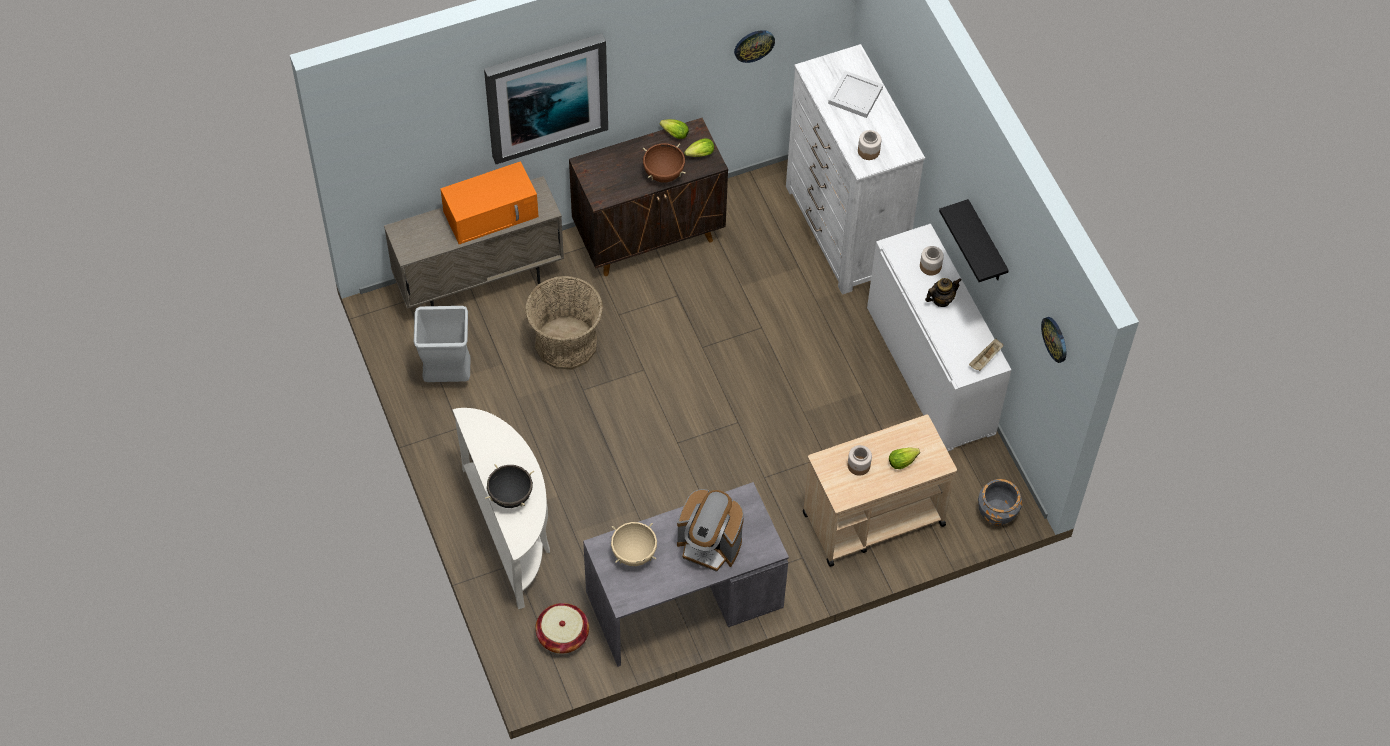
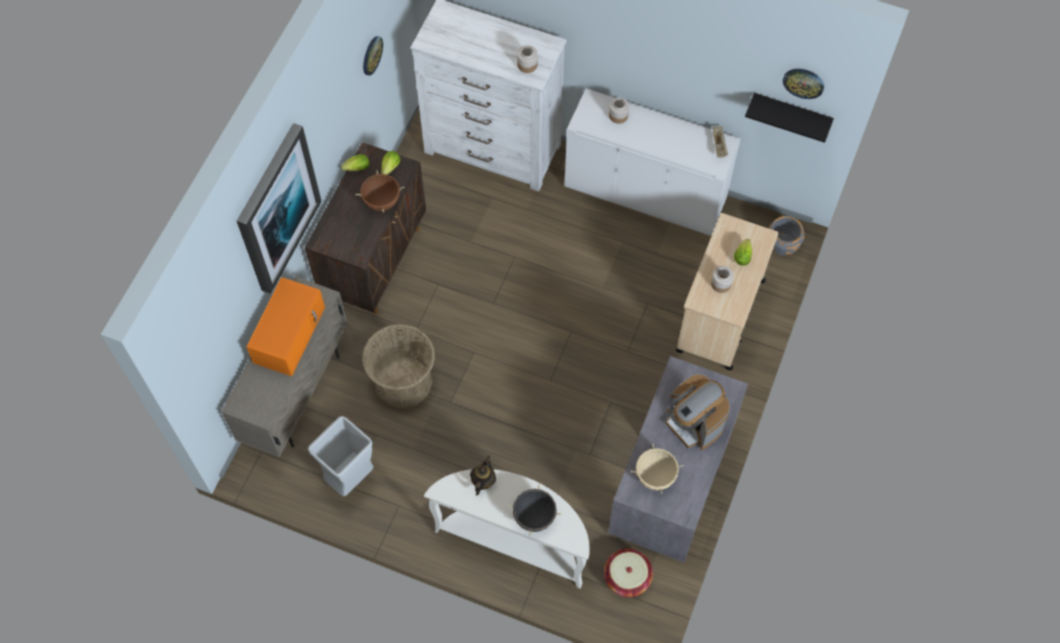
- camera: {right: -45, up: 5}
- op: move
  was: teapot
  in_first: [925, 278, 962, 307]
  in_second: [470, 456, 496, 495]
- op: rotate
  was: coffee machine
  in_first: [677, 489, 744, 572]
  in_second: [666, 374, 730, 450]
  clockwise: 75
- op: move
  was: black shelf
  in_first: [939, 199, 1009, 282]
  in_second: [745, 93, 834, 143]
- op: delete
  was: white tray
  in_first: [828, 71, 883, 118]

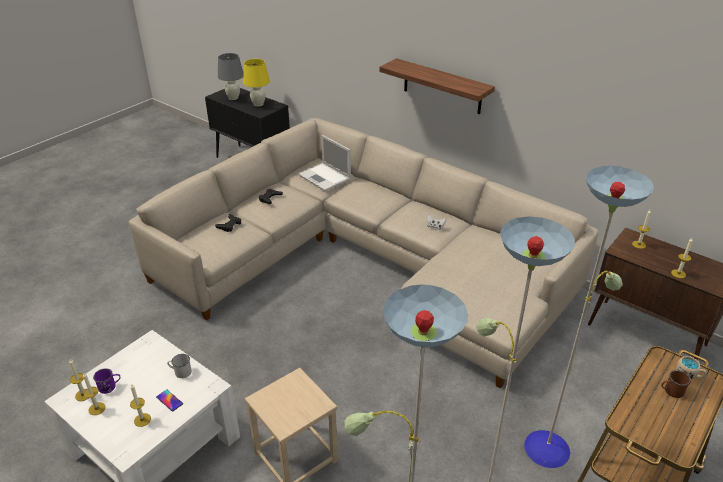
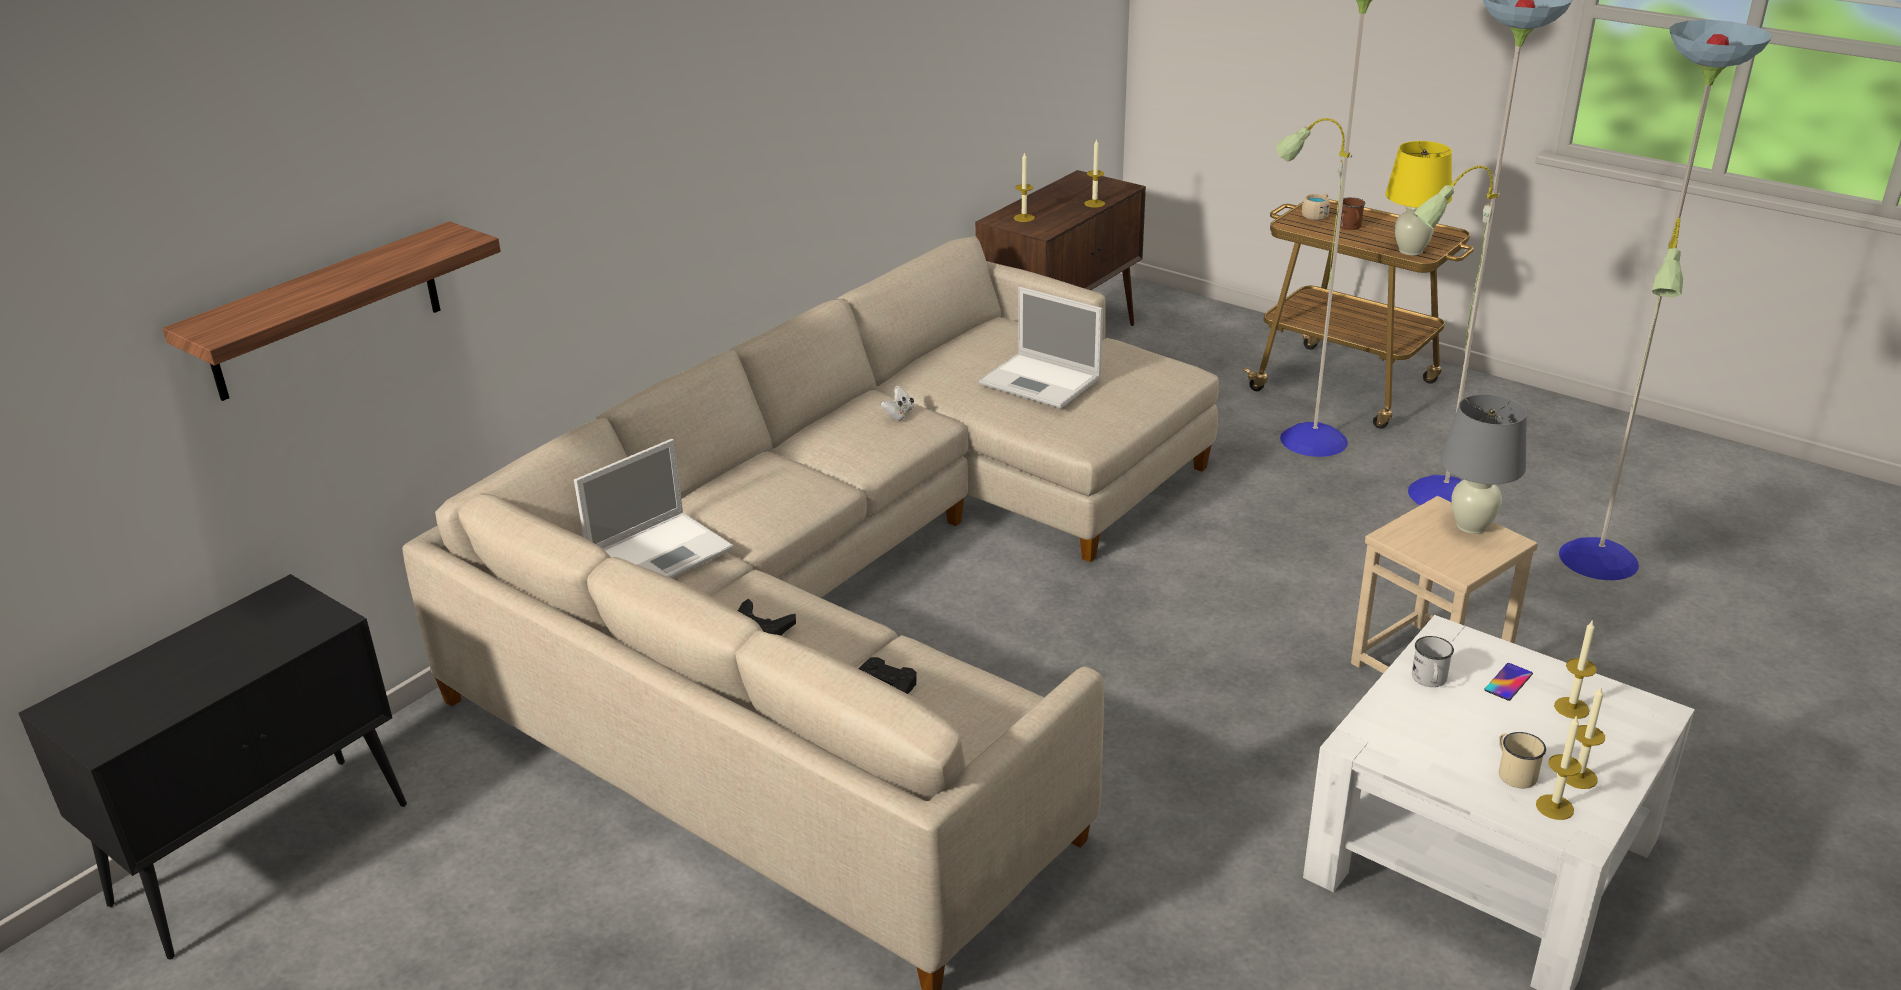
- camera: {right: -90, up: -5}
- op: move
  was: shelf
  in_first: [379, 58, 495, 114]
  in_second: [162, 221, 501, 401]
- op: insert
  now: laptop
  in_second: [979, 287, 1103, 408]
- op: move
  was: yellow table lamp
  in_first: [243, 59, 270, 107]
  in_second: [1386, 141, 1452, 255]
- op: move
  was: grey table lamp
  in_first: [218, 53, 243, 100]
  in_second: [1441, 394, 1527, 534]
- op: recolor
  was: purple mug
  now: beige mug
  in_first: [93, 368, 120, 394]
  in_second: [1499, 732, 1546, 788]

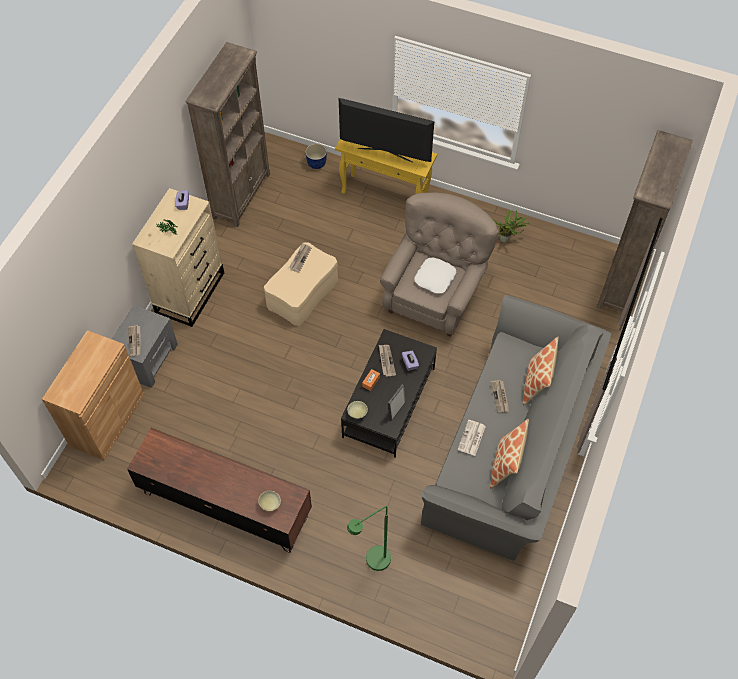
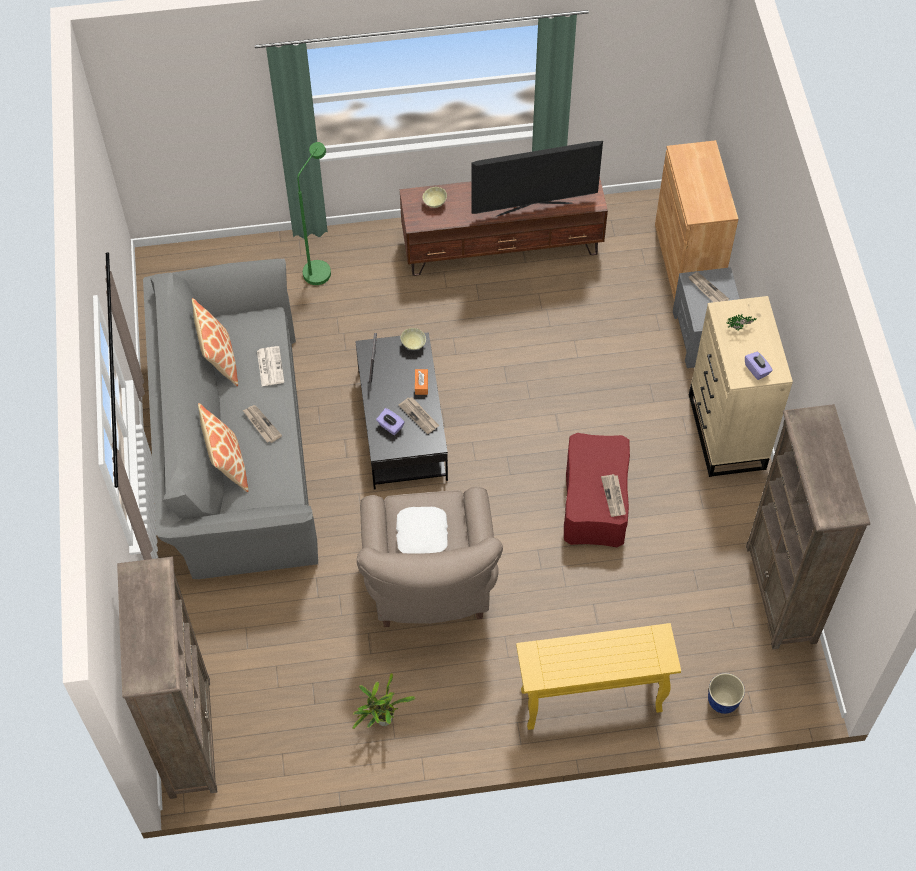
- camera: {right: 150, up: 0}
- op: move
  was: television
  in_first: [339, 98, 434, 163]
  in_second: [471, 141, 603, 216]
- op: recolor
  was: beige ottoman
  now: red ottoman
  in_first: [264, 242, 338, 326]
  in_second: [564, 433, 630, 547]

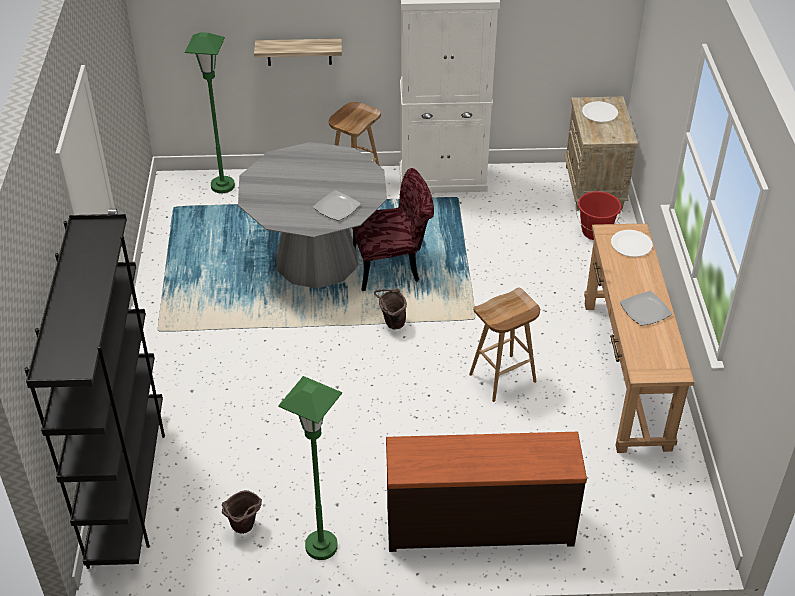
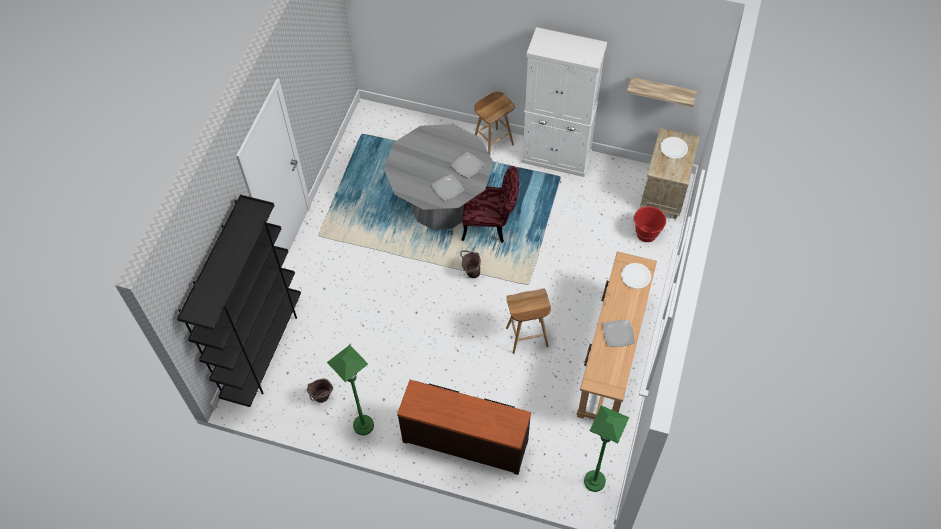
- camera: {right: 20, up: 15}
- op: insert
  now: plate
  in_second: [451, 152, 484, 179]
- op: move
  was: green floor lamp
  in_first: [185, 32, 235, 193]
  in_second: [584, 405, 629, 492]
- op: move
  was: shelf
  in_first: [254, 39, 342, 66]
  in_second: [627, 77, 697, 107]

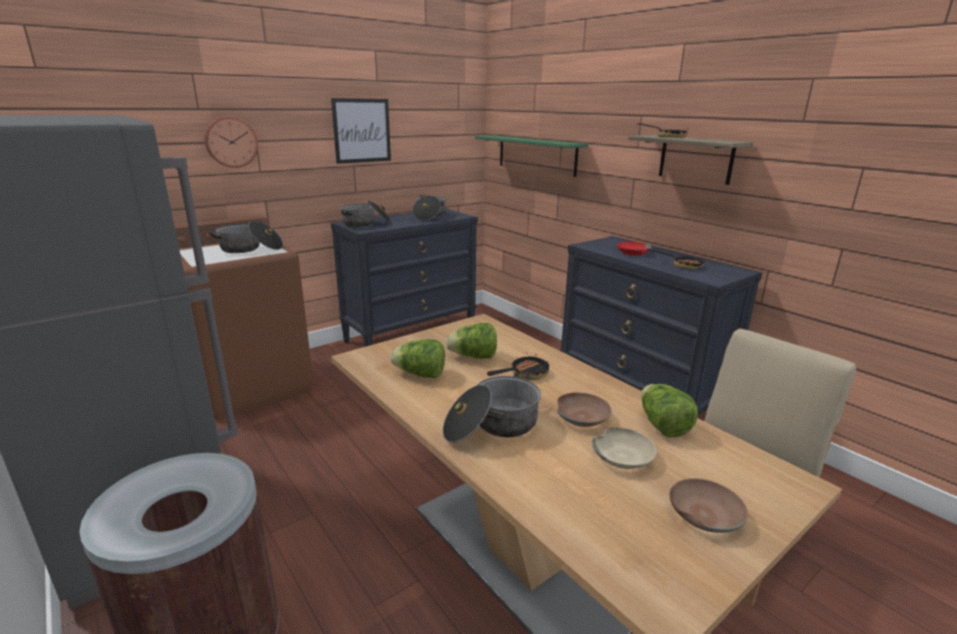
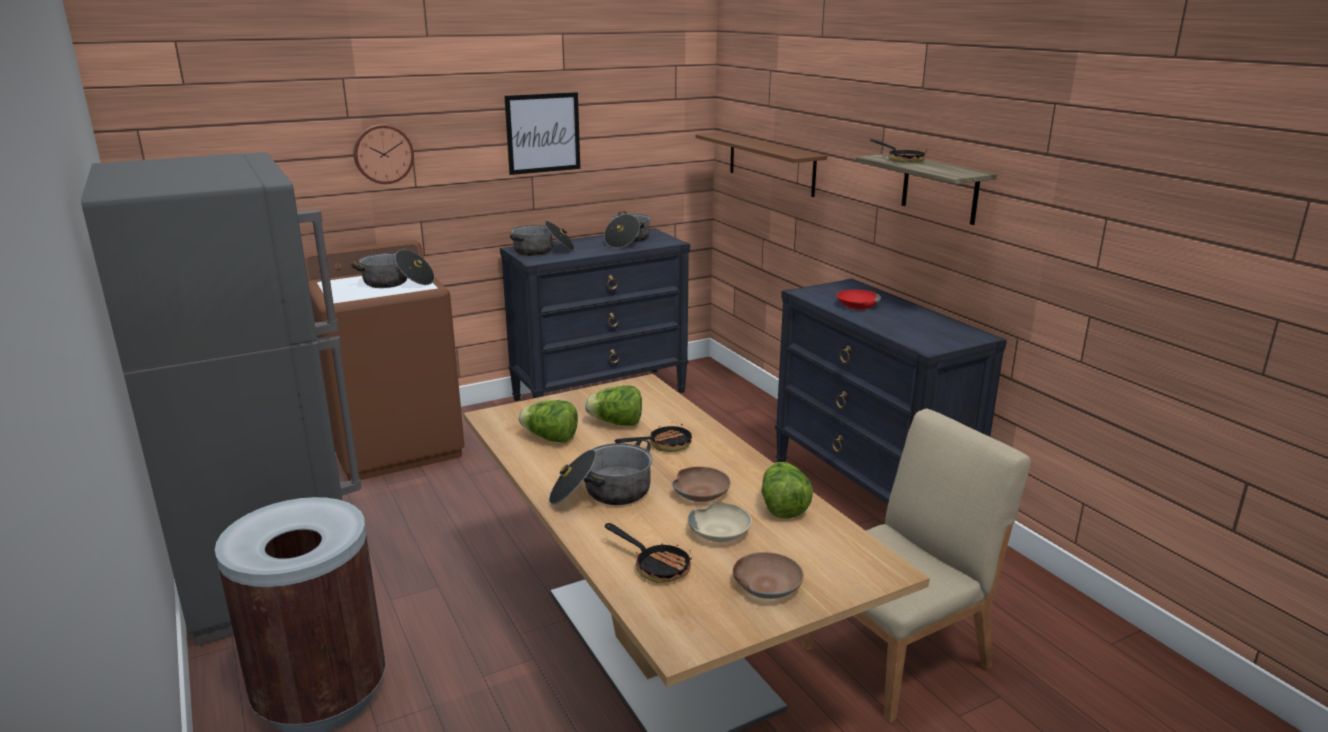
- camera: {right: 10, up: 0}
- op: move
  was: frying pan
  in_first: [647, 249, 705, 269]
  in_second: [605, 523, 692, 583]
- op: recolor
  was: green shelf
  now: brown shelf
  in_first: [475, 135, 588, 177]
  in_second: [696, 132, 827, 197]

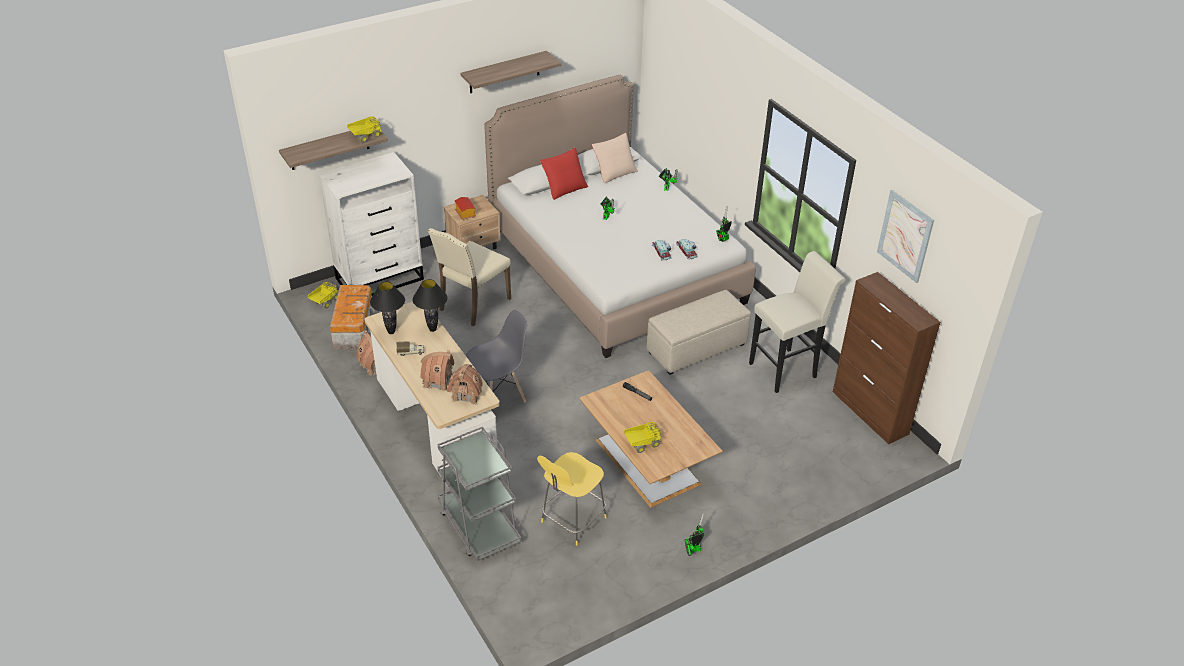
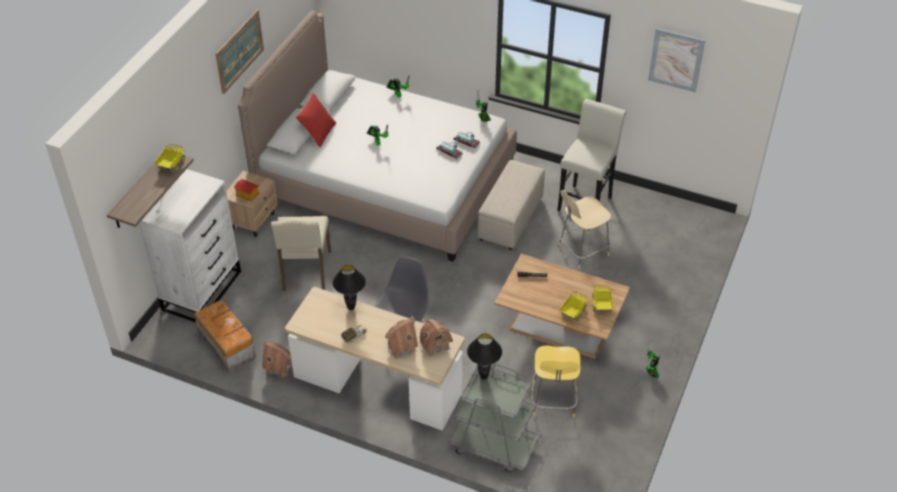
- camera: {right: -35, up: 5}
- op: replace
  was: shelf
  now: picture
  in_first: [460, 51, 561, 93]
  in_second: [215, 10, 264, 94]
- op: move
  was: black table lamp
  in_first: [370, 282, 405, 334]
  in_second: [467, 334, 502, 380]
- op: insert
  now: beige stool
  in_second: [559, 190, 611, 269]
- op: move
  was: toy truck
  in_first: [308, 282, 338, 309]
  in_second: [593, 285, 614, 312]
- op: delete
  was: beige pillow
  in_first: [592, 133, 638, 184]
- op: delete
  was: brown cabinet
  in_first: [833, 272, 940, 444]

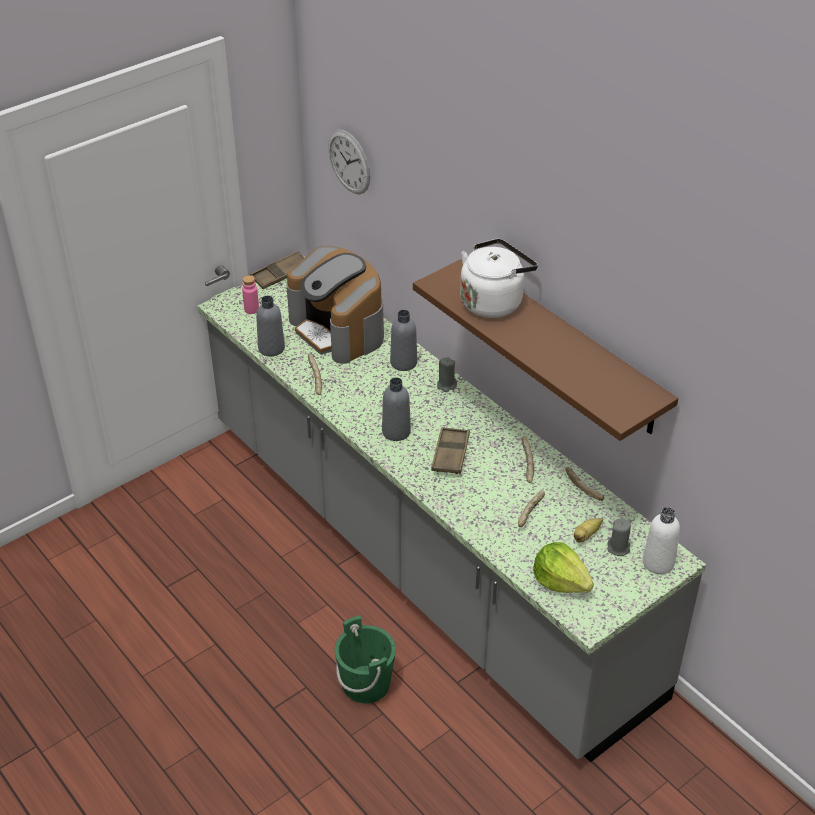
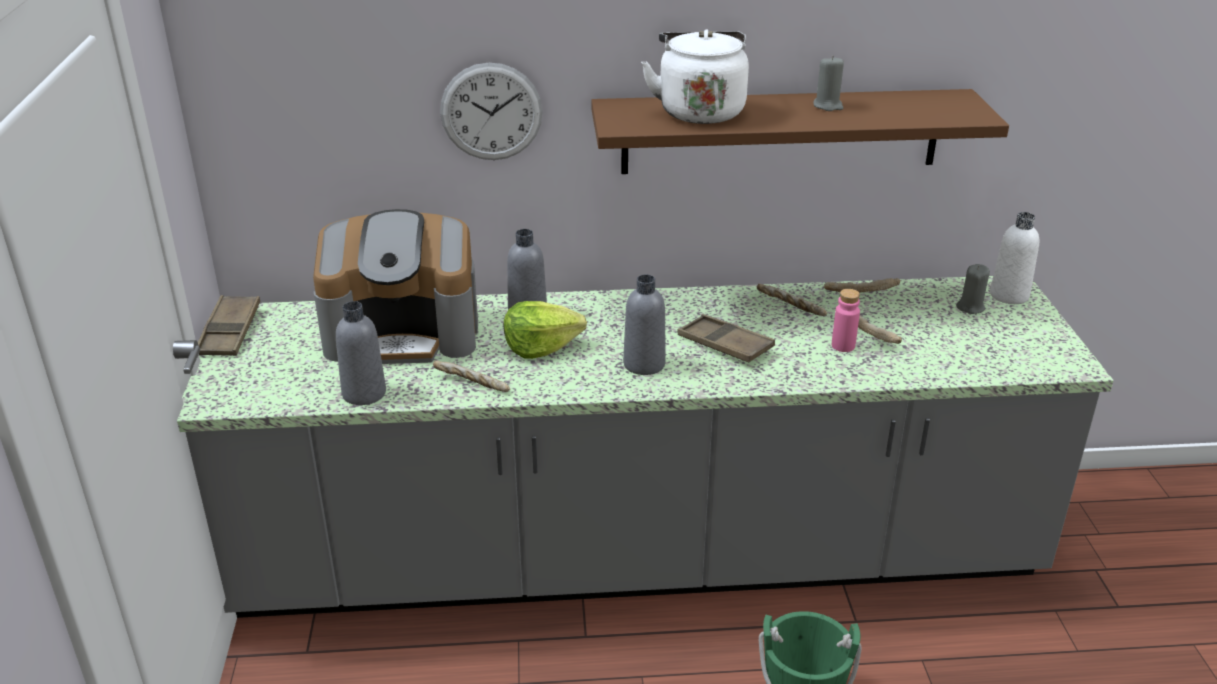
- camera: {right: -55, up: -10}
- op: move
  was: wall clock
  in_first: [329, 130, 370, 194]
  in_second: [440, 63, 543, 160]
- op: move
  was: lettuce
  in_first: [533, 542, 594, 593]
  in_second: [504, 301, 587, 359]
- op: move
  was: grey candle
  in_first: [437, 357, 457, 392]
  in_second: [813, 55, 844, 111]
- op: move
  was: pink bottle
  in_first: [242, 275, 259, 314]
  in_second: [832, 289, 860, 352]
- op: delete
  was: banana
  in_first: [574, 518, 603, 542]

